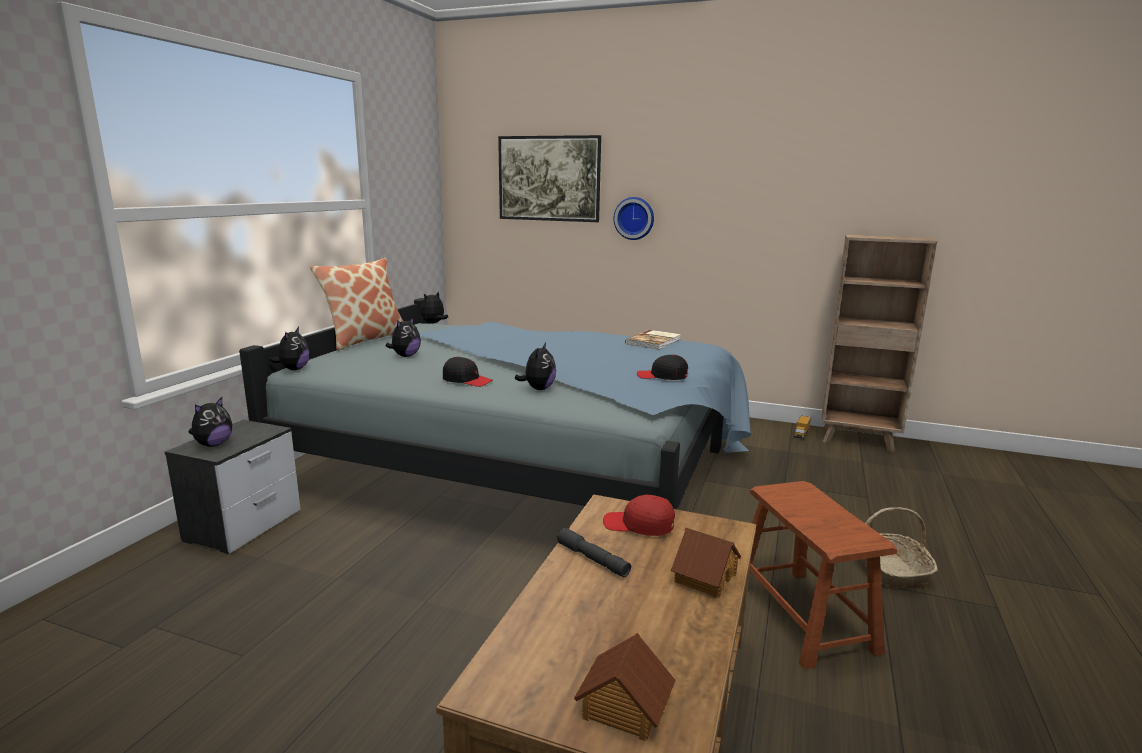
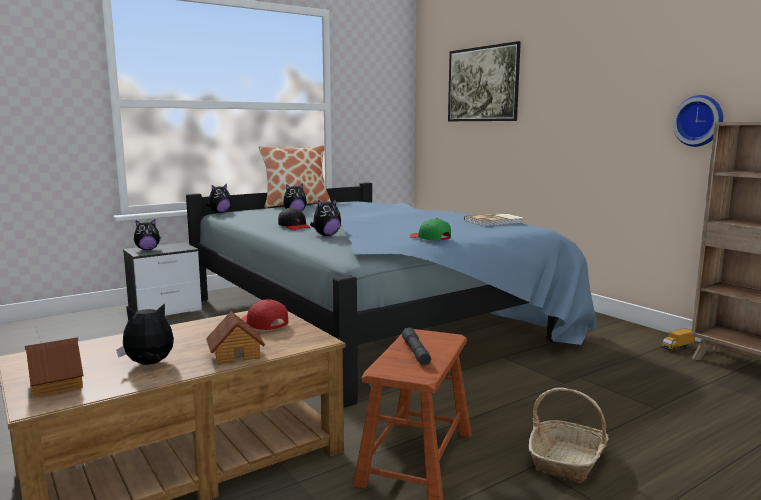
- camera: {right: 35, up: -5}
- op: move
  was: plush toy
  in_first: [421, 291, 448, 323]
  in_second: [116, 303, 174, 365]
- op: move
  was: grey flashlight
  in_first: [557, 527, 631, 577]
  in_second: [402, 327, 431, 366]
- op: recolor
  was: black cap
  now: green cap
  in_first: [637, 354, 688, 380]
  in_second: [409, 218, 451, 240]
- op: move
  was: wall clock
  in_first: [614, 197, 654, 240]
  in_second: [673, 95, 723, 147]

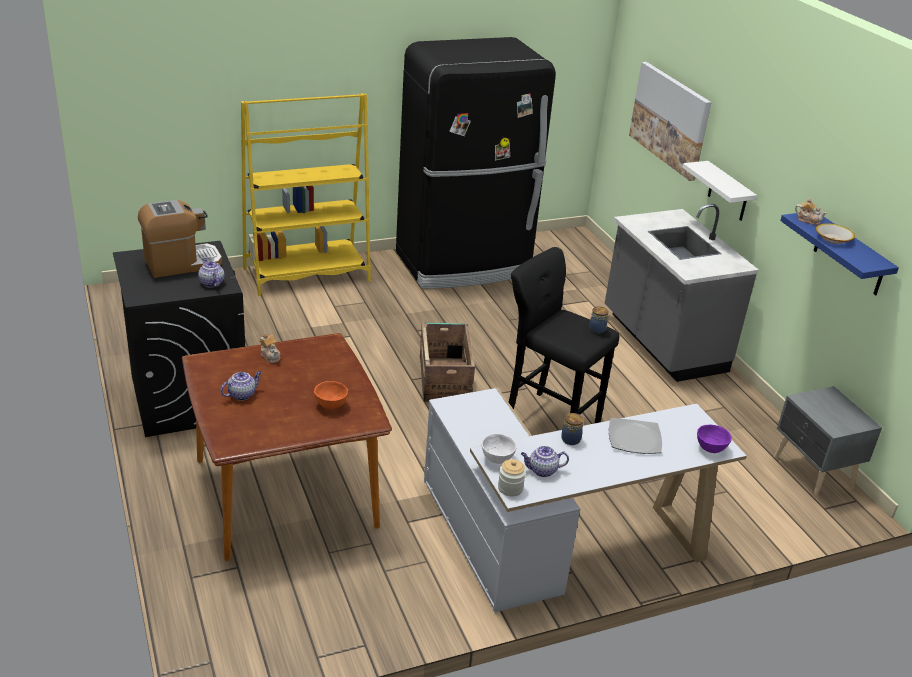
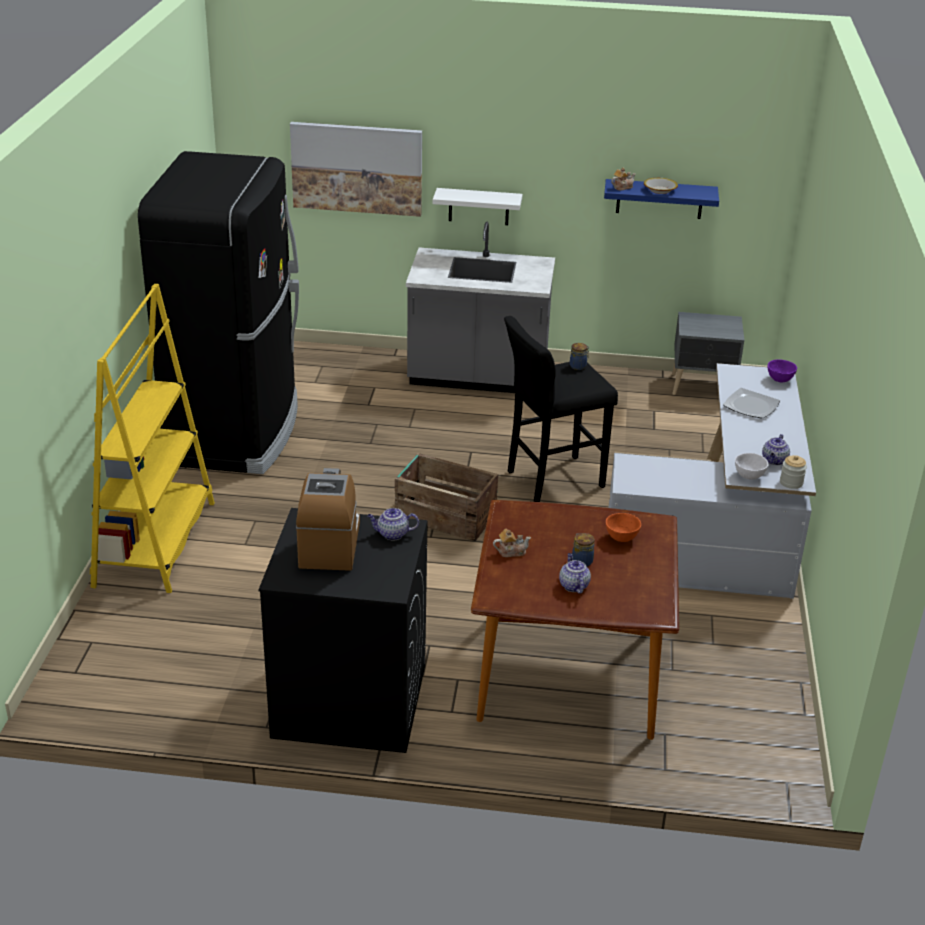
- camera: {right: -60, up: 0}
- op: move
  was: jar
  in_first: [561, 413, 584, 445]
  in_second: [572, 533, 595, 567]

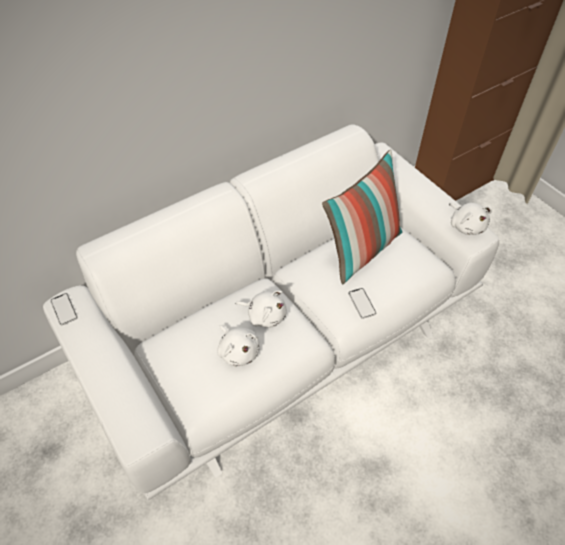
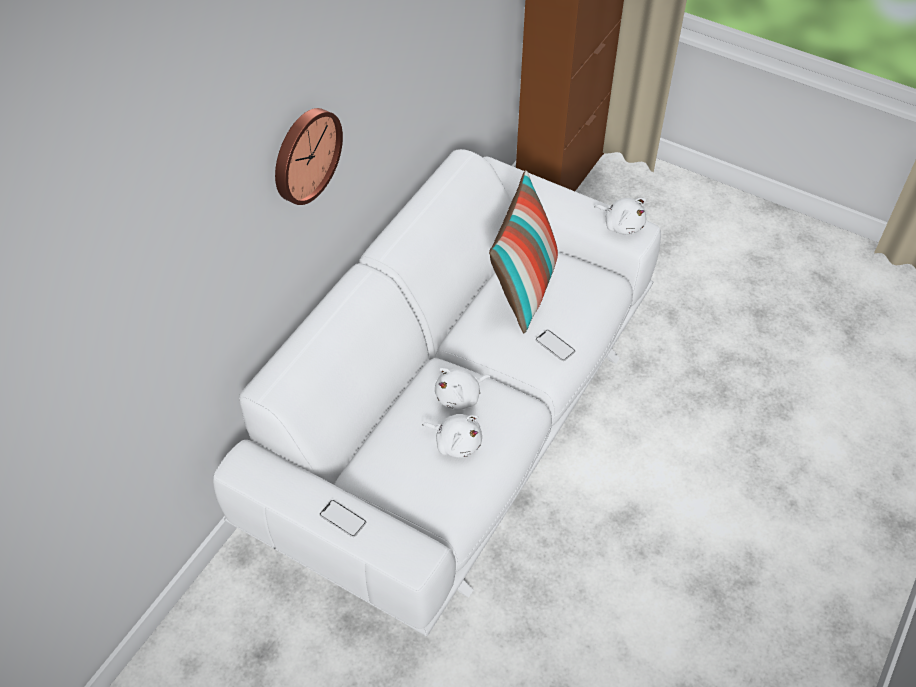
- camera: {right: -25, up: 0}
- op: insert
  now: wall clock
  in_second: [275, 108, 343, 205]
- op: move
  was: phone
  in_first: [50, 293, 78, 325]
  in_second: [319, 500, 366, 537]
- op: rotate
  was: white plush toy
  in_first: [236, 291, 287, 328]
  in_second: [435, 368, 491, 410]
  clockwise: 150

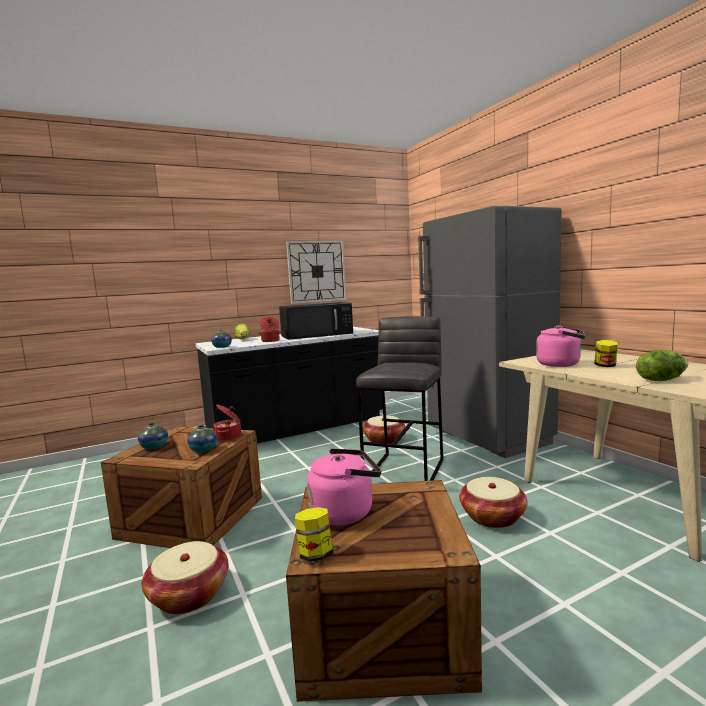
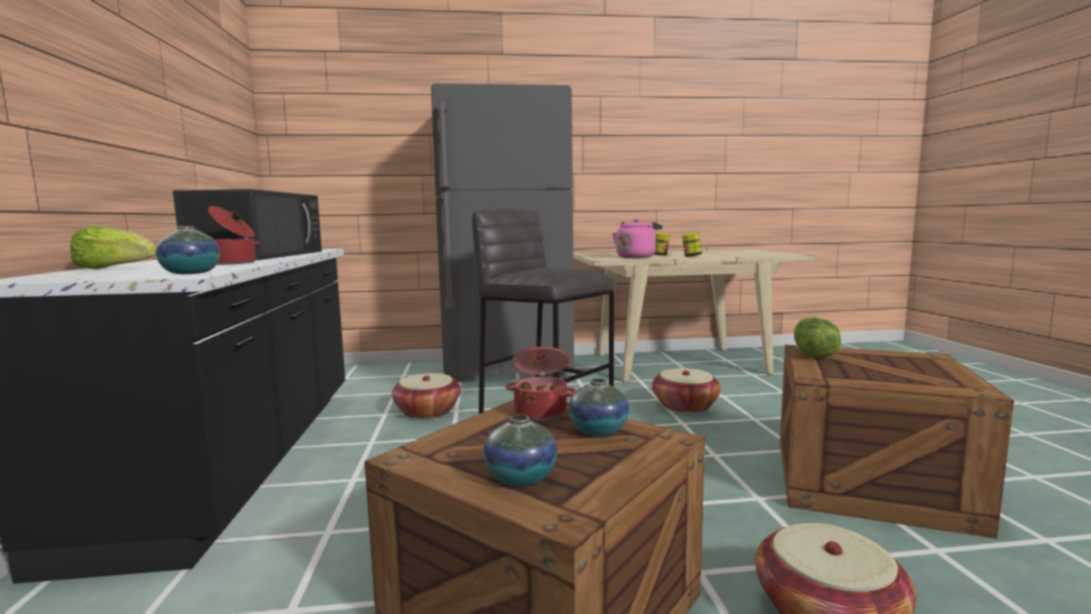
- camera: {right: -70, up: 0}
- op: move
  was: jar
  in_first: [295, 507, 333, 562]
  in_second: [682, 232, 702, 256]
- op: move
  was: lettuce
  in_first: [636, 350, 688, 381]
  in_second: [794, 317, 841, 358]
- op: delete
  was: wall clock
  in_first: [286, 241, 347, 304]
- op: delete
  was: pink kettle
  in_first: [307, 448, 381, 526]

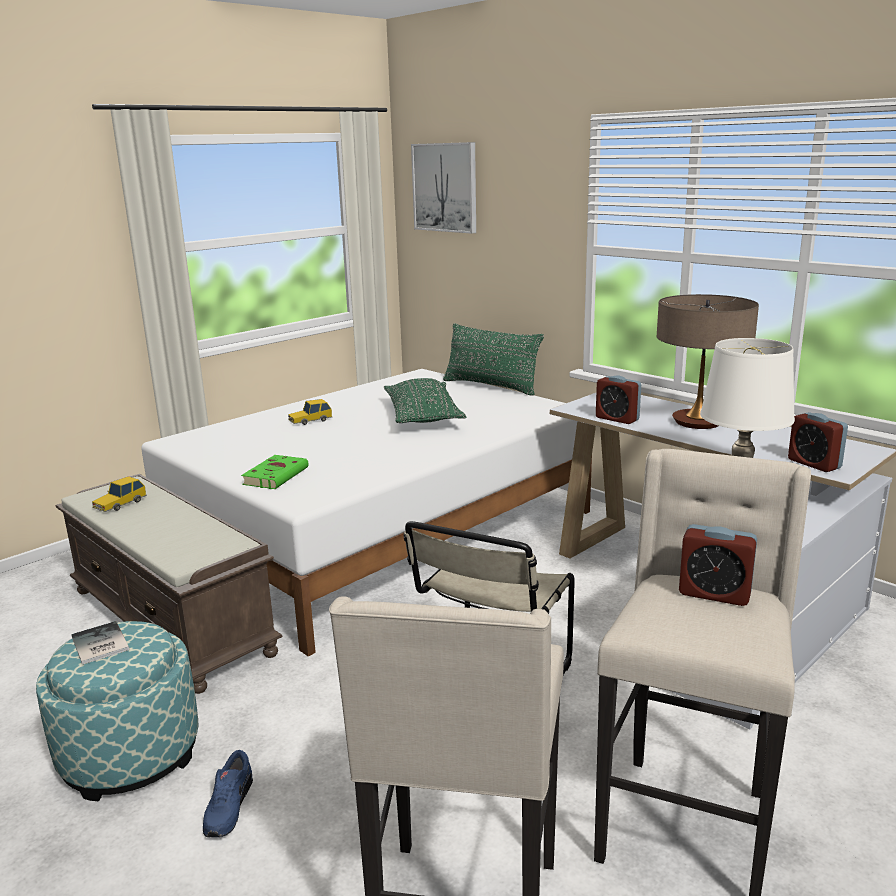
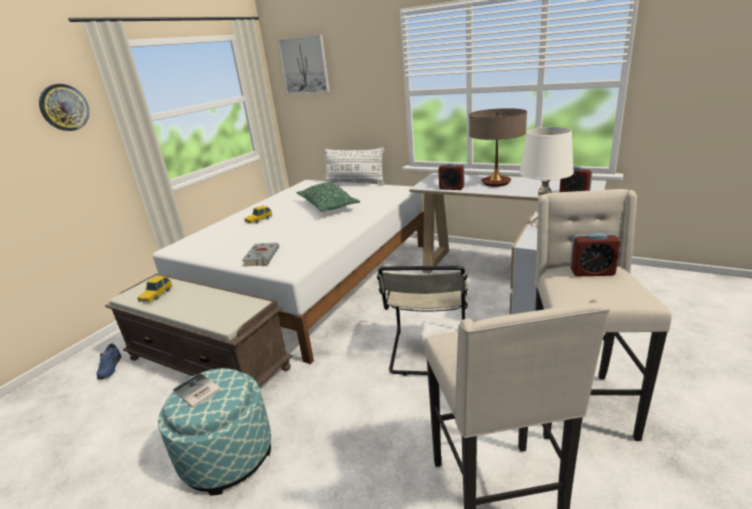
- camera: {right: -15, up: 5}
- op: insert
  now: wall clock
  in_second: [39, 84, 89, 131]
- op: move
  was: blue shoe
  in_first: [203, 750, 253, 838]
  in_second: [97, 344, 121, 380]
- op: recolor
  was: green book
  now: grey book
  in_first: [241, 455, 309, 489]
  in_second: [242, 243, 279, 266]
- op: recolor
  was: green pillow
  now: white pillow
  in_first: [443, 323, 544, 395]
  in_second: [324, 148, 384, 185]

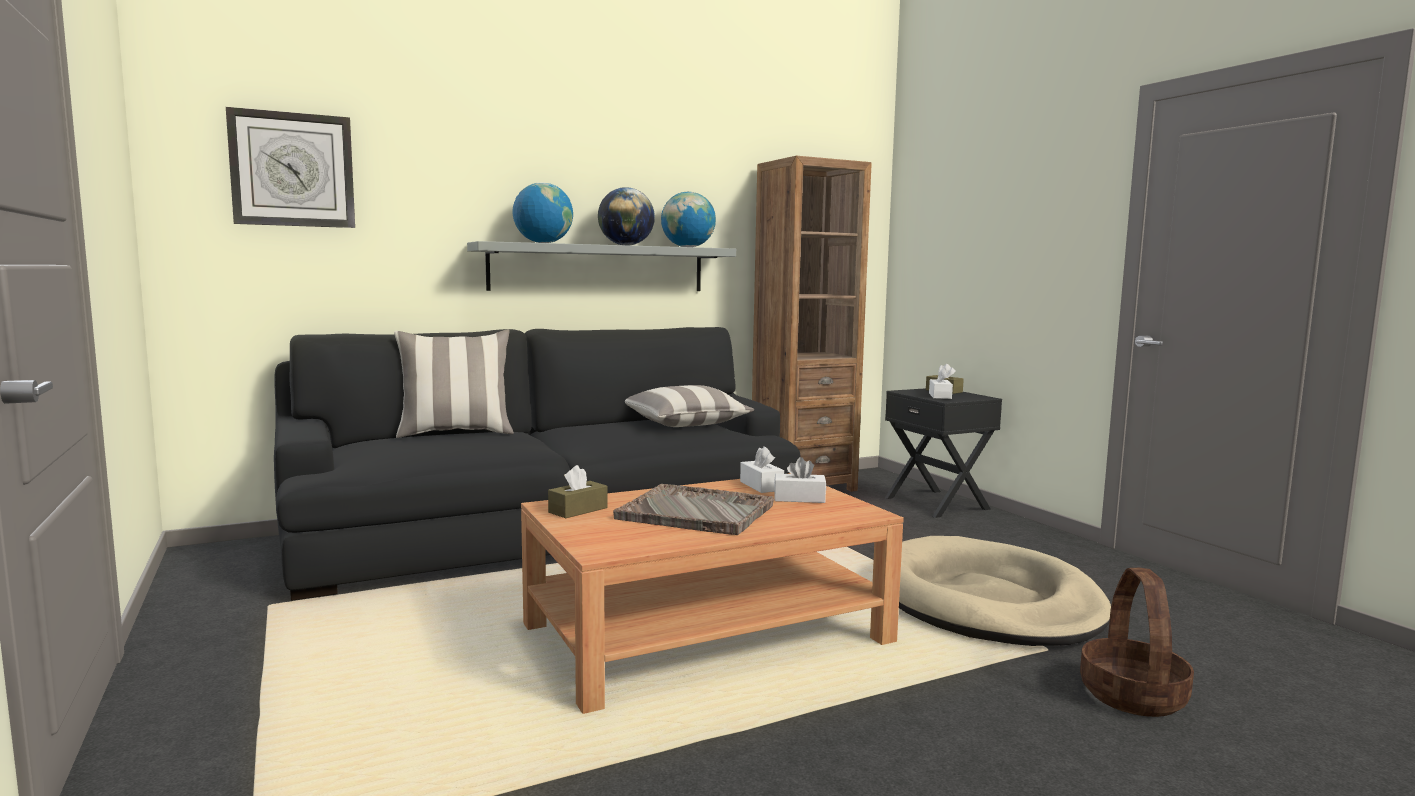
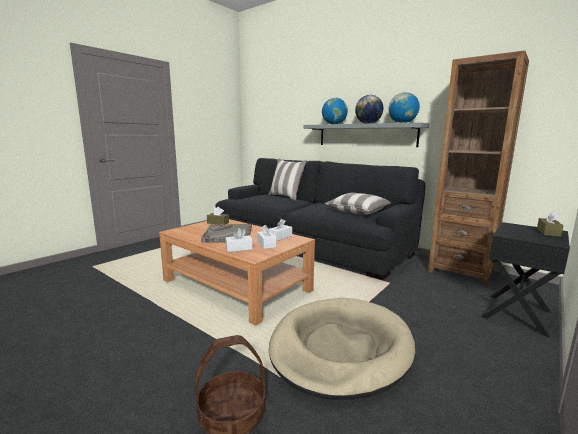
- camera: {right: 65, up: 5}
- op: move
  was: white tissue box
  in_first: [929, 368, 953, 399]
  in_second: [225, 228, 253, 252]
- op: delete
  was: wall clock
  in_first: [226, 107, 355, 228]

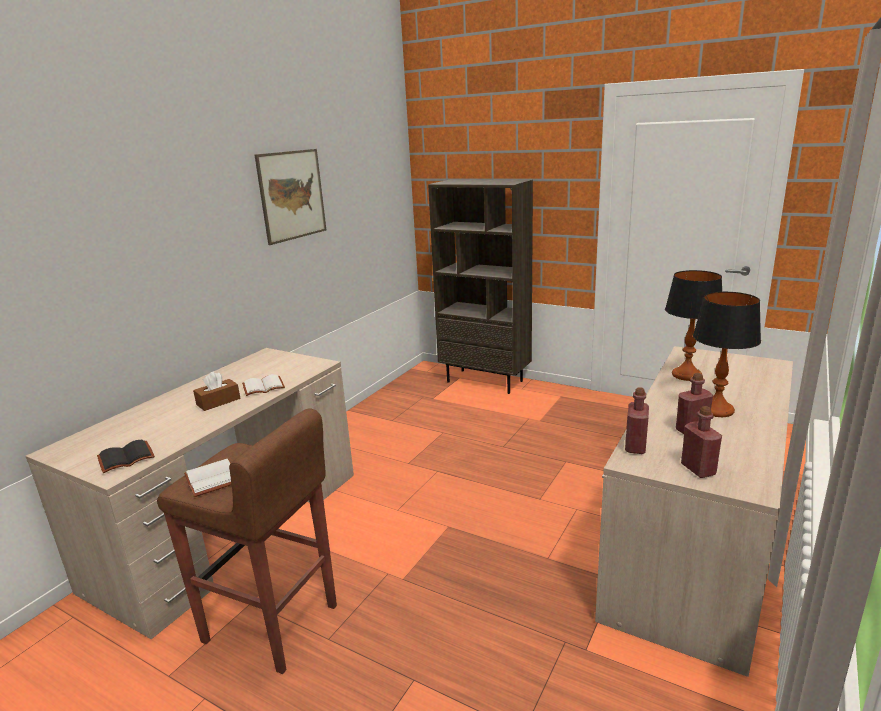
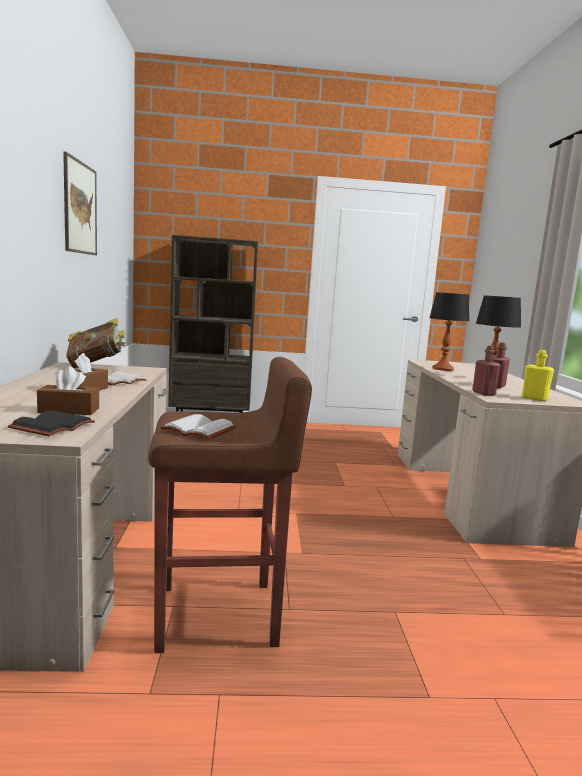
- camera: {right: -35, up: -10}
- op: insert
  now: brown tissue box
  in_second: [37, 367, 99, 415]
- op: insert
  now: book
  in_second: [66, 318, 125, 368]
- op: recolor
  was: red bottle
  now: yellow bottle
  in_first: [681, 406, 722, 478]
  in_second: [522, 350, 554, 401]

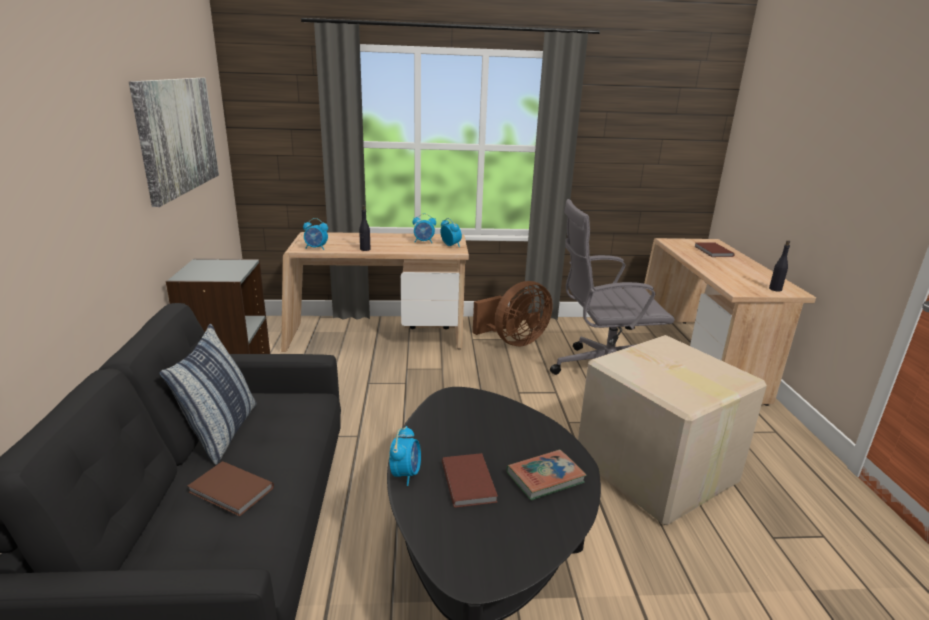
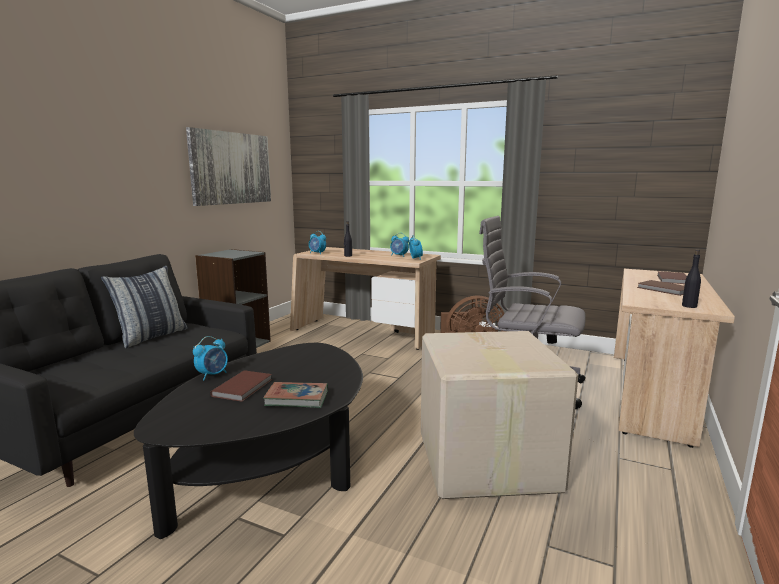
- camera: {right: 30, up: -10}
- op: move
  was: brown book
  in_first: [188, 461, 274, 516]
  in_second: [637, 280, 684, 296]

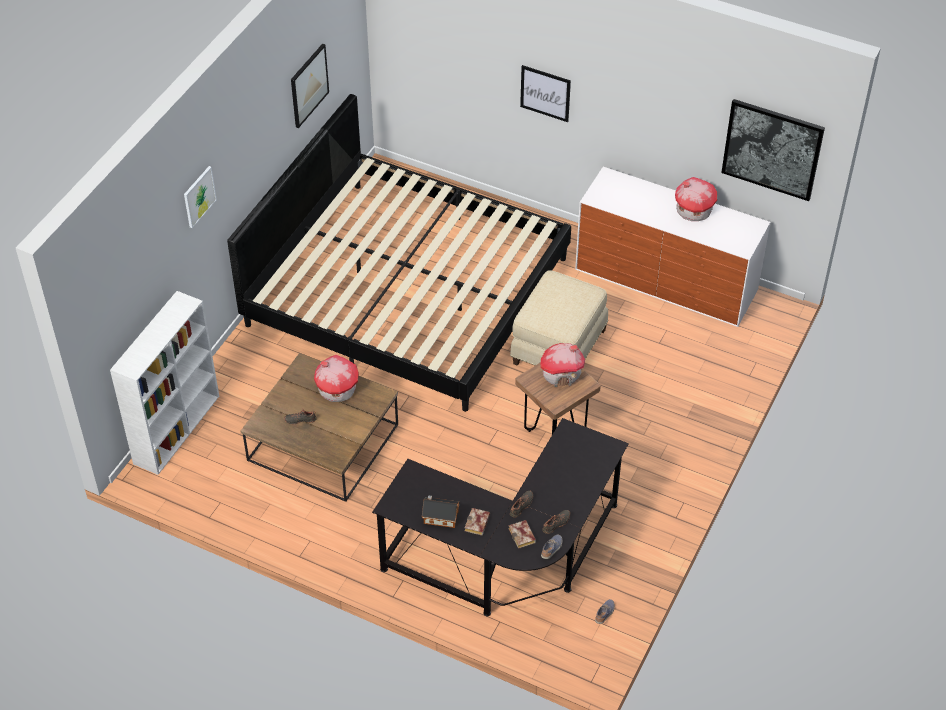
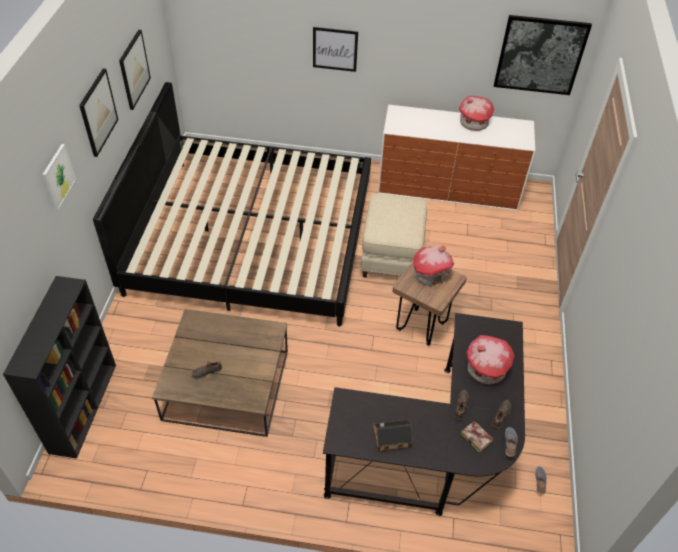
- camera: {right: -20, up: 0}
- op: recolor
  was: white bookcase
  now: black bookcase
  in_first: [110, 291, 219, 475]
  in_second: [3, 276, 116, 458]
- op: insert
  now: picture
  in_second: [79, 68, 118, 157]
- op: move
  was: toy house
  in_first: [314, 355, 359, 402]
  in_second: [467, 335, 514, 385]
- op: delete
  was: book
  in_first: [465, 508, 490, 536]

